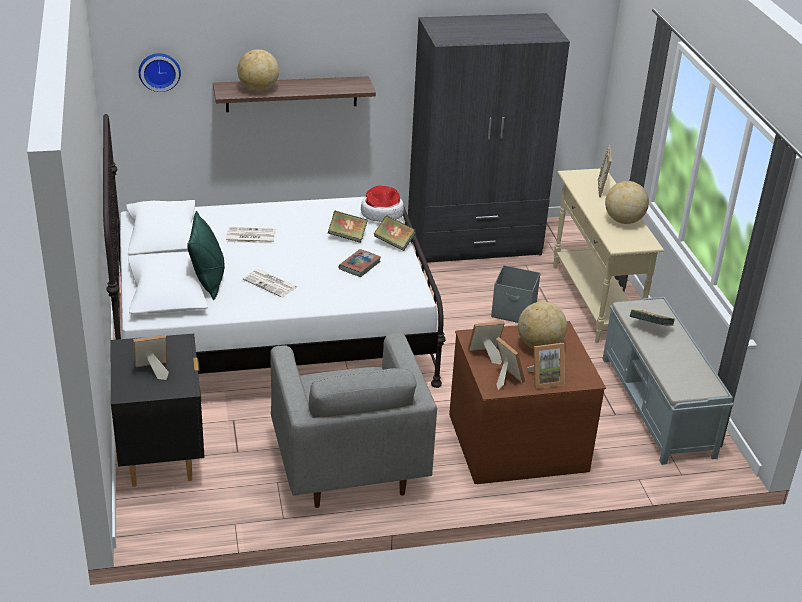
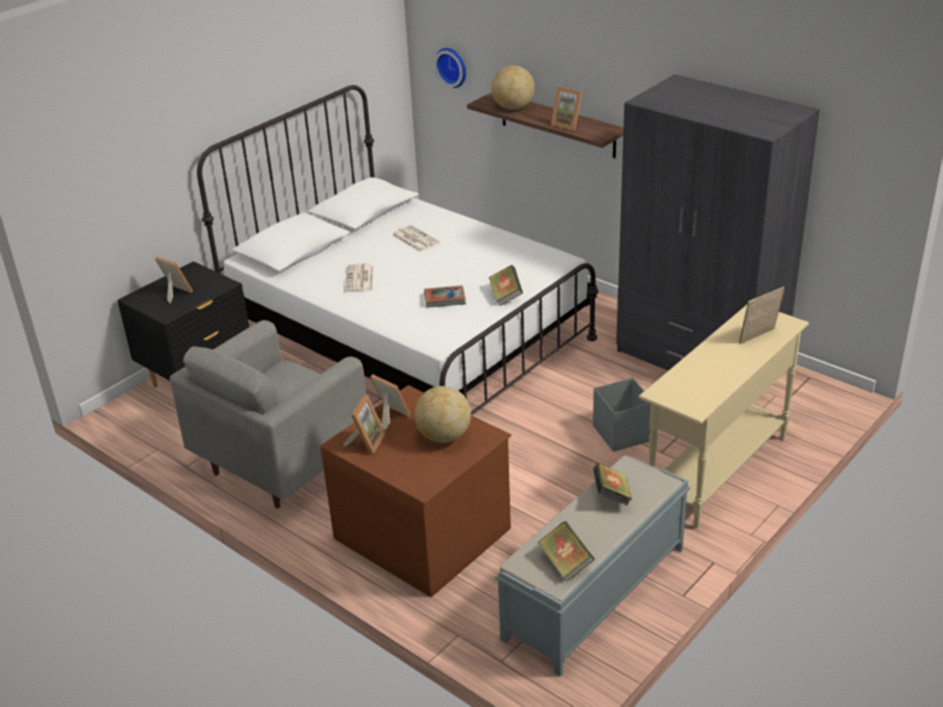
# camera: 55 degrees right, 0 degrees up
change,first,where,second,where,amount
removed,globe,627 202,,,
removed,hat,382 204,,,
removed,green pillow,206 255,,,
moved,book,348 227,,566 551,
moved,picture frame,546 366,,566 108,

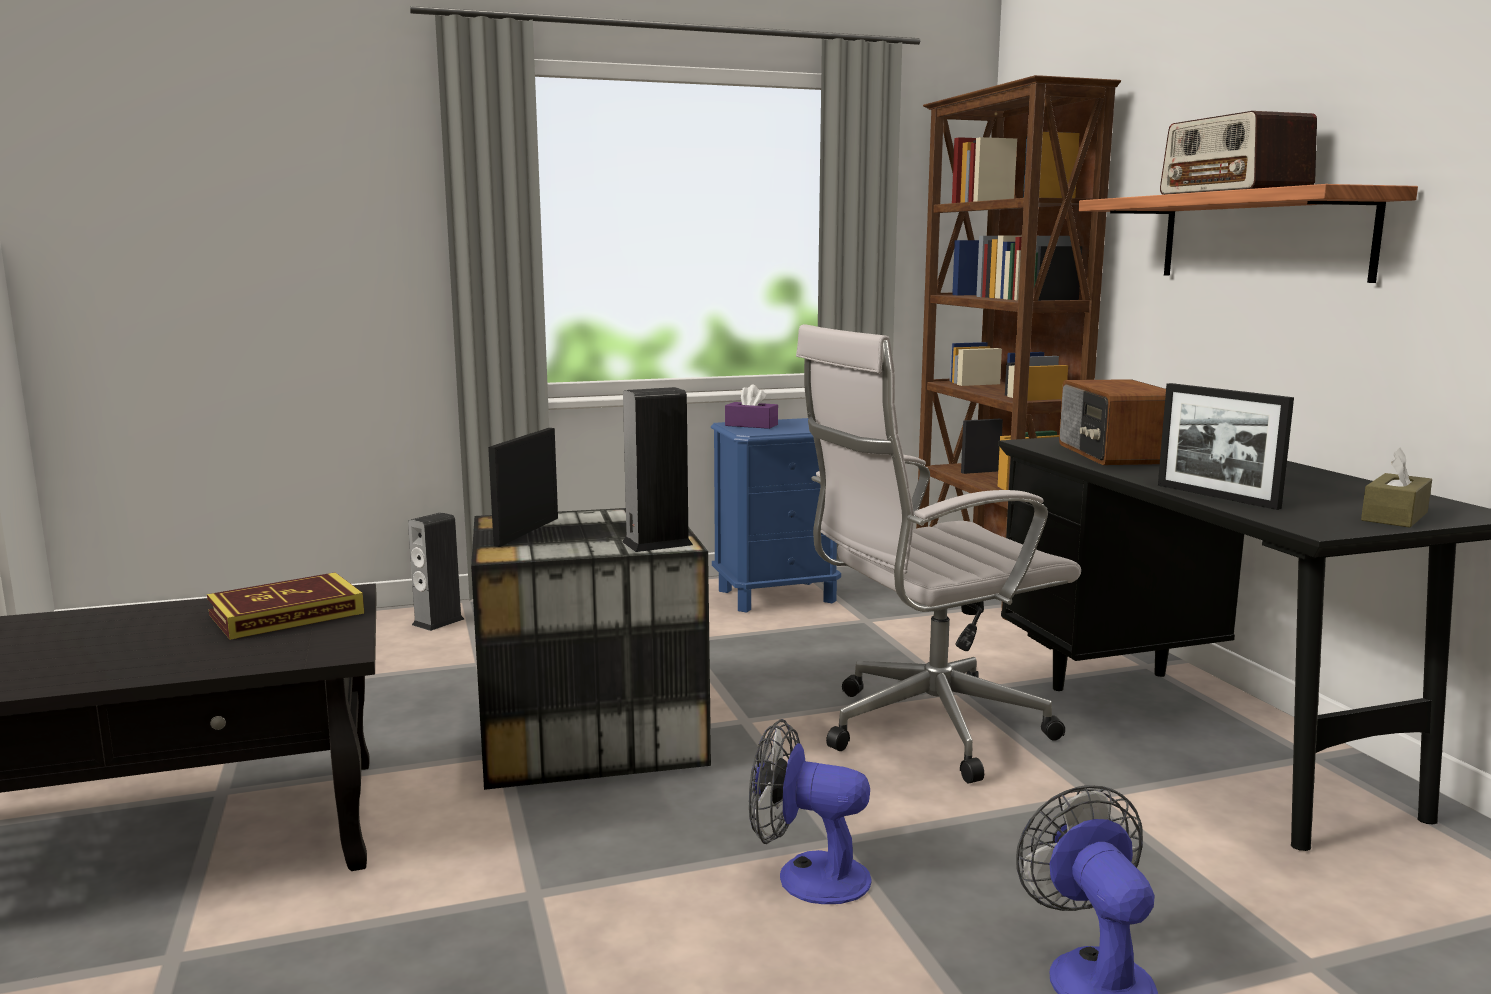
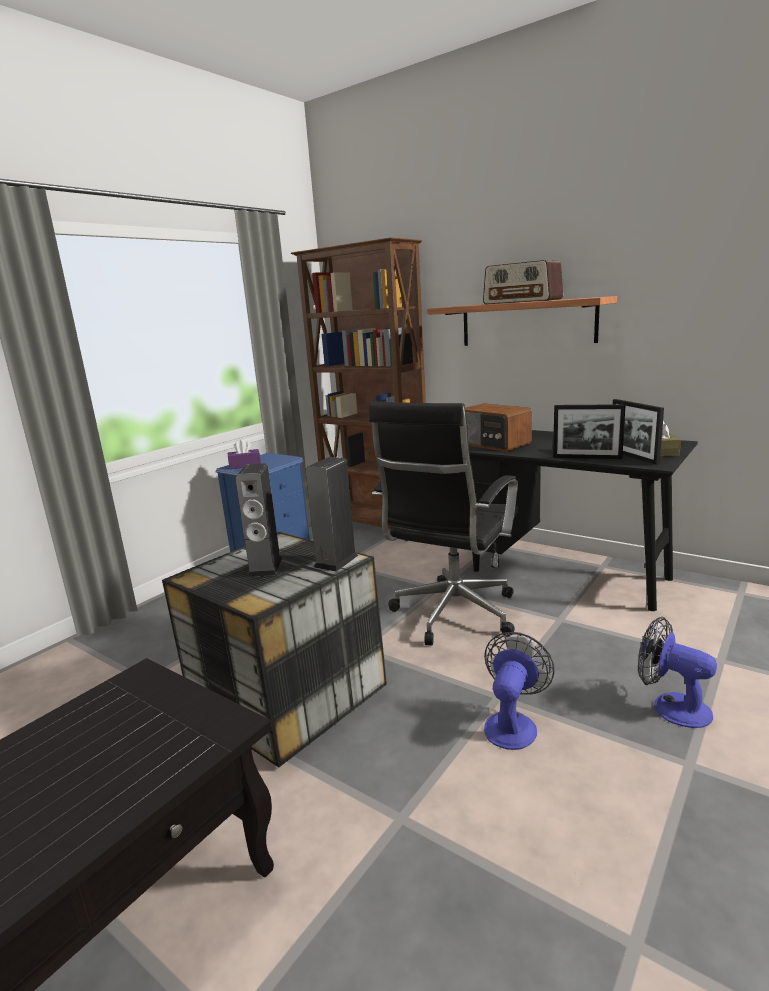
# camera: 35 degrees left, 5 degrees up
change,first,where,second,where,amount
recoloured,white office chair,938 553,black office chair,443 523,
moved,picture frame,523 487,,638 432,
moved,speaker,436 571,,258 520,
removed,book,285 606,,,
turned,fan,810 811,,519 691,135 degrees clockwise

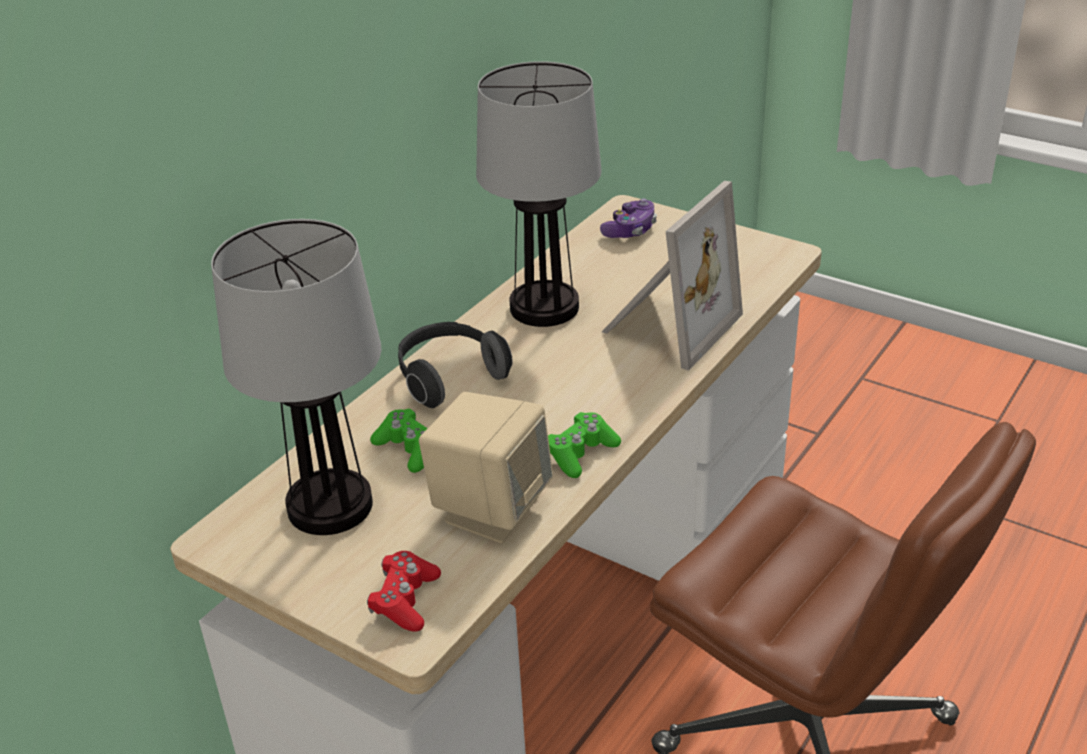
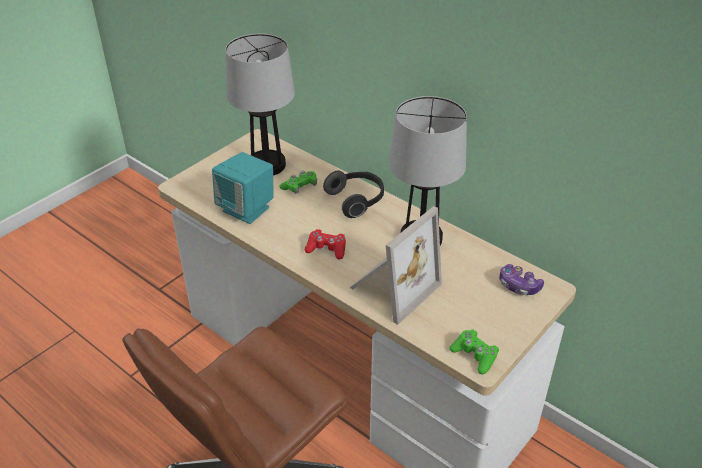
# camera: 95 degrees right, 5 degrees up
change,first,where,second,where,amount
turned,picture frame,672 276,,396 265,90 degrees counterclockwise
recoloured,beige speaker,486 467,turquoise speaker,243 188,
moved,green game controller,584 445,,474 351,
moved,red game controller,404 591,,325 244,

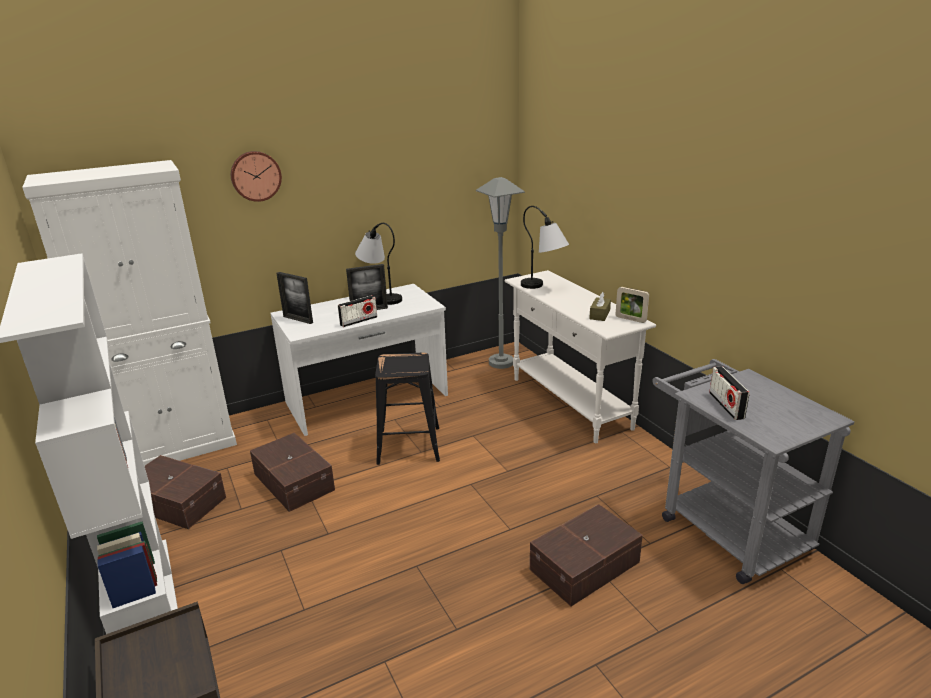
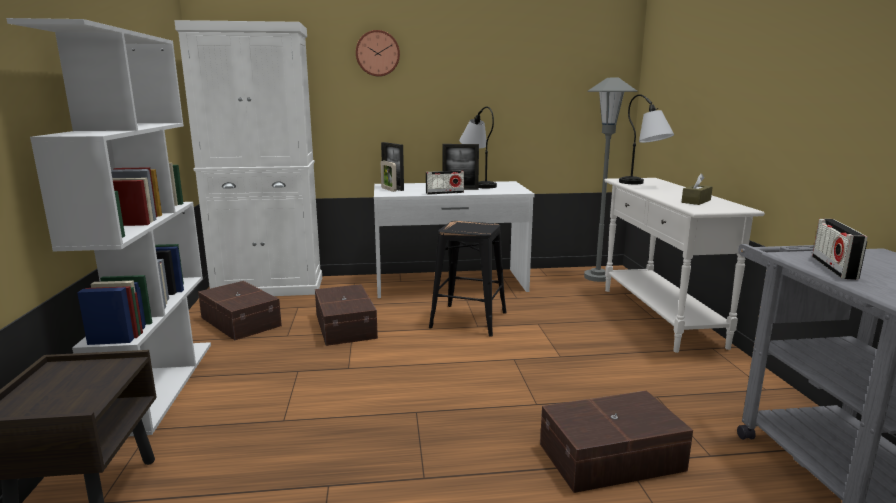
# camera: 20 degrees right, 10 degrees down
change,first,where,second,where,amount
moved,picture frame,632 305,,389 176,

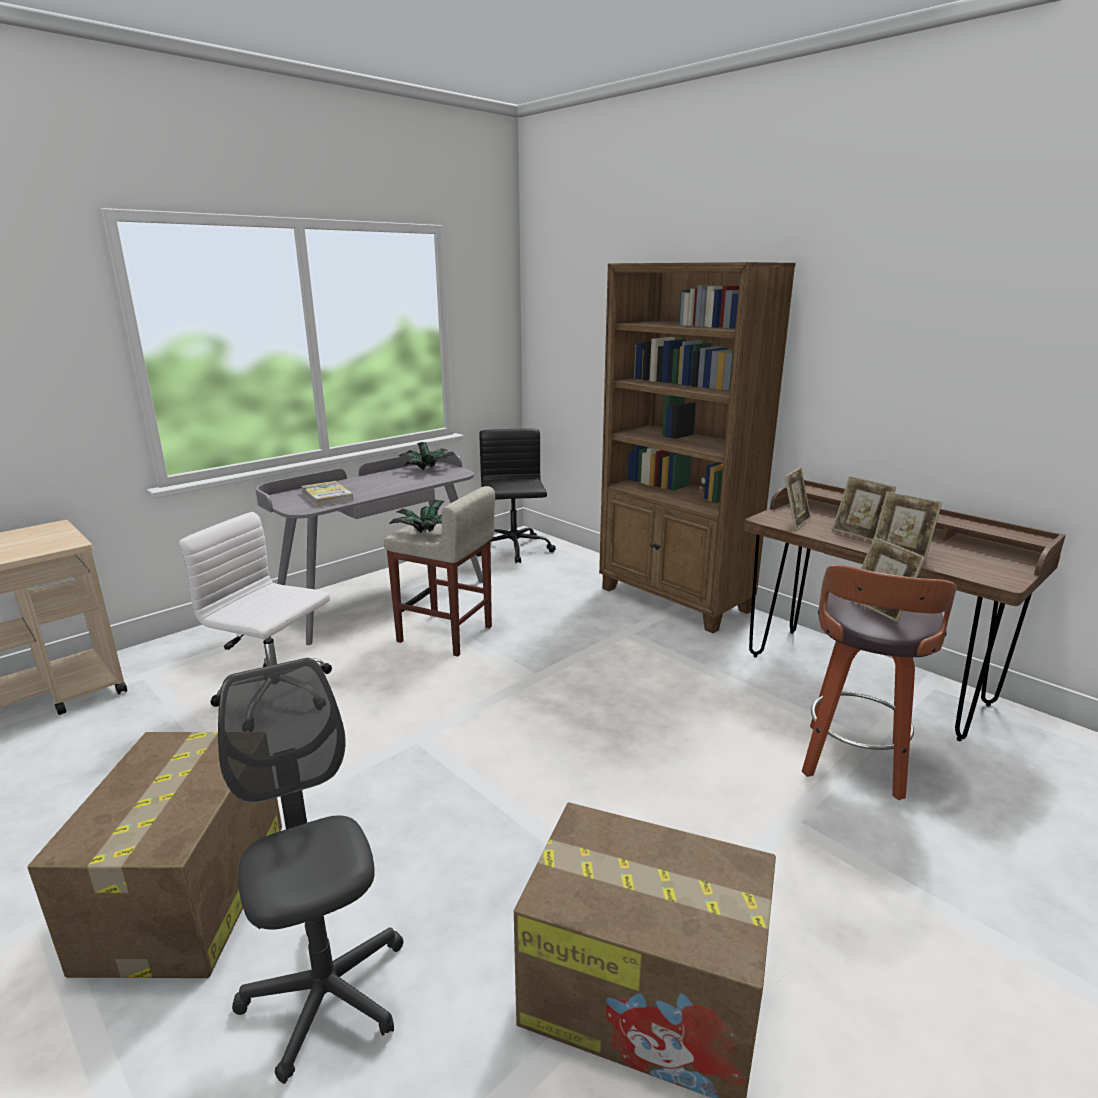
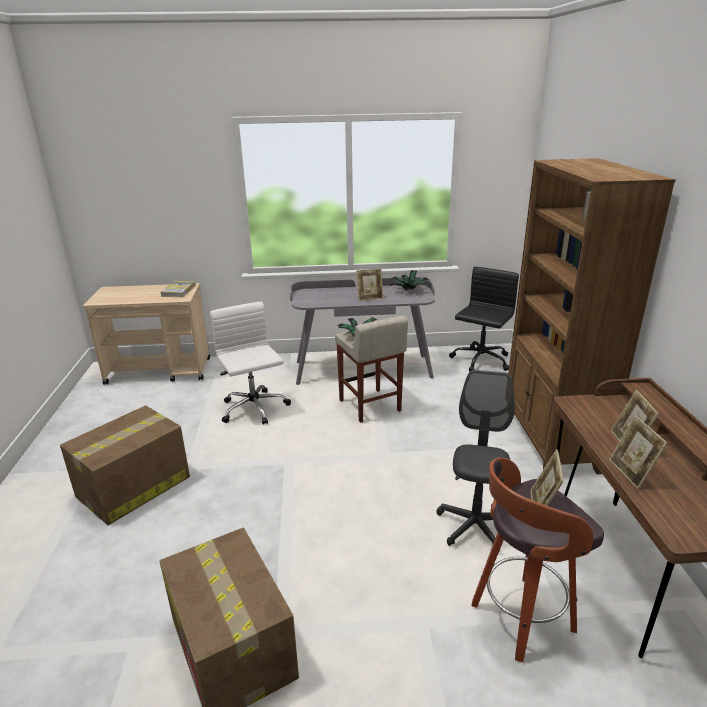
# camera: 40 degrees right, 5 degrees up
change,first,where,second,where,amount
moved,picture frame,798 498,,369 285,
moved,book,327 494,,178 289,
moved,grey office chair,310 871,,475 461,

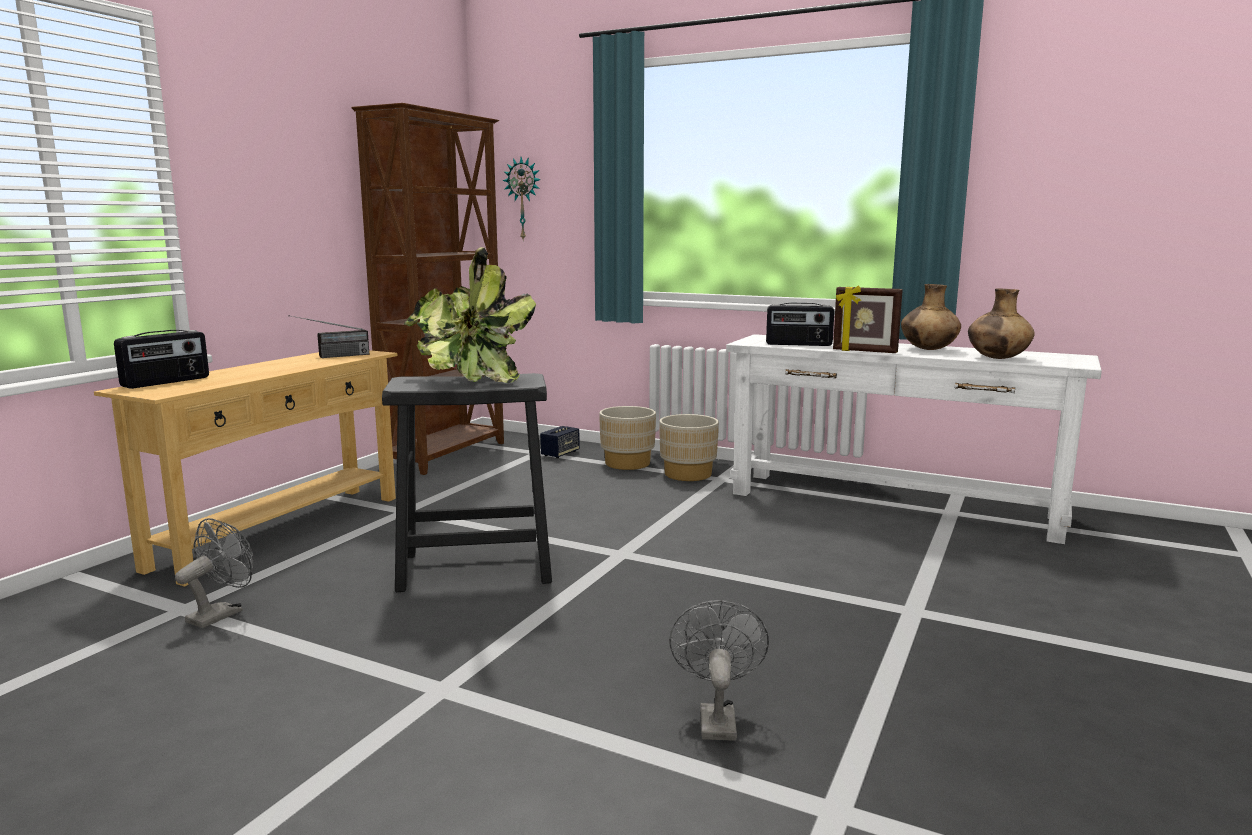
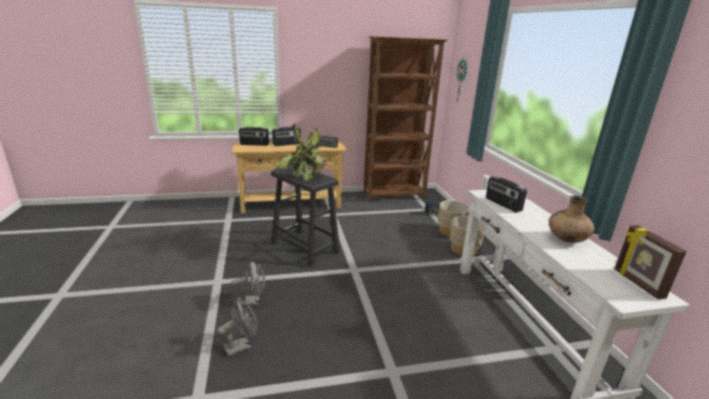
# camera: 50 degrees right, 10 degrees up
change,first,where,second,where,amount
moved,picture frame,868 319,,651 262,
removed,brown vase,1001 323,,,
moved,grey fan,214 573,,248 283,
added,,,radio,286 136,

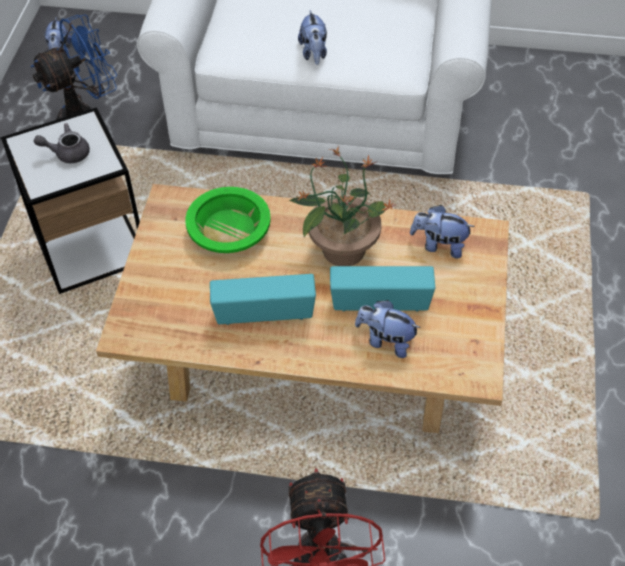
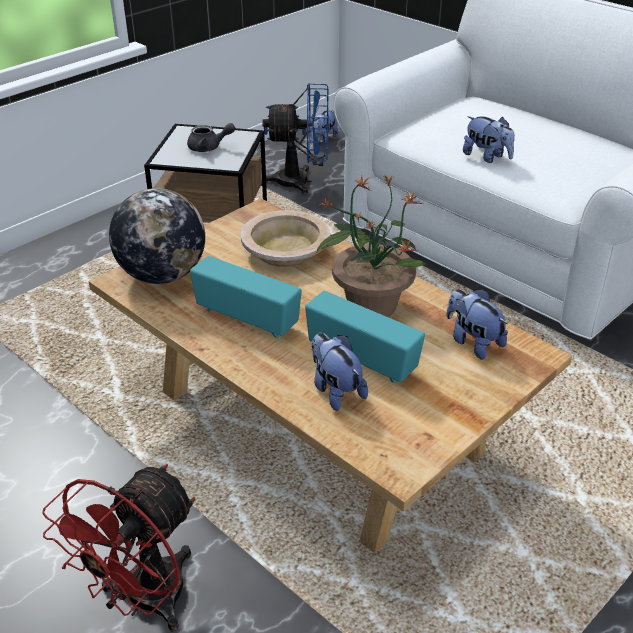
# camera: 35 degrees right, 15 degrees down
change,first,where,second,where,amount
turned,plush toy,312 37,,489 139,75 degrees counterclockwise
turned,grey teapot,62 143,,211 137,150 degrees clockwise
recoloured,green bowl,228 220,beige bowl,285 238,
added,,,globe,157 236,

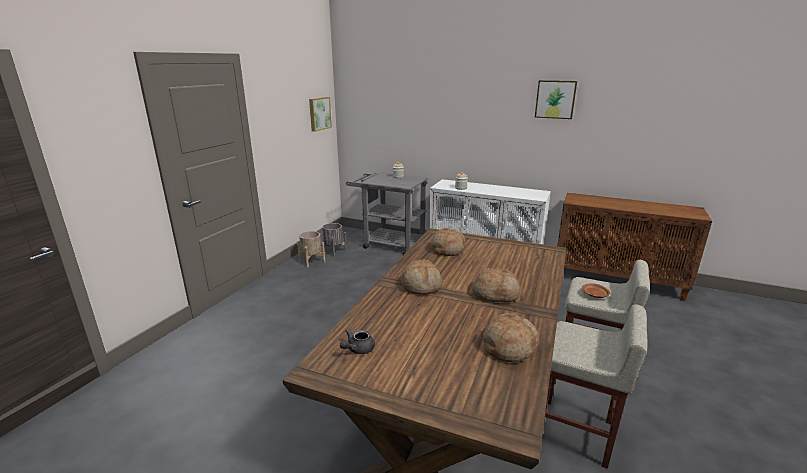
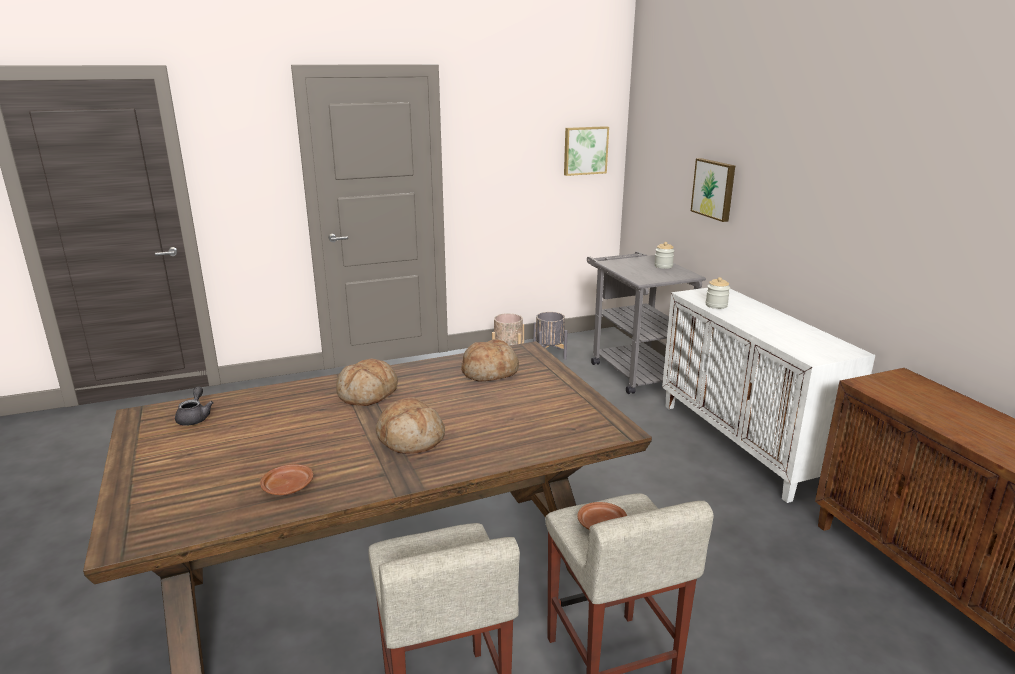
# camera: 45 degrees right, 0 degrees up
change,first,where,second,where,amount
moved,picture,556 99,,713 190,
replaced,bread,511 337,brown plate,286 479,
turned,grey teapot,357 341,,194 406,90 degrees clockwise

